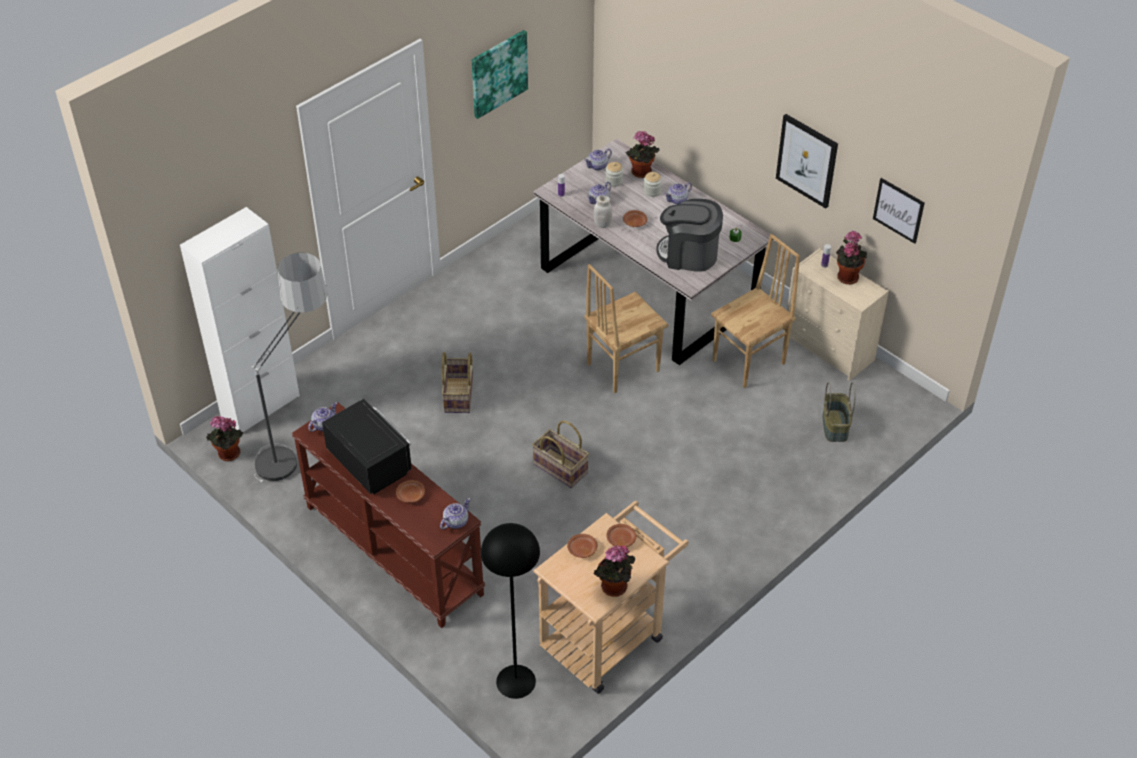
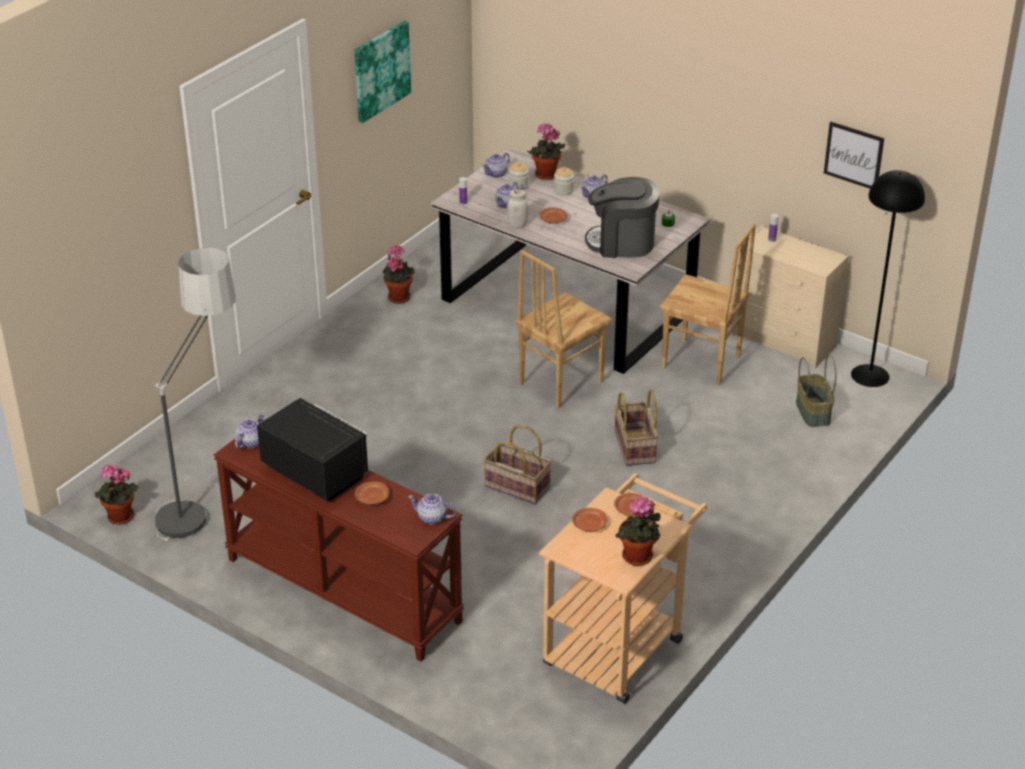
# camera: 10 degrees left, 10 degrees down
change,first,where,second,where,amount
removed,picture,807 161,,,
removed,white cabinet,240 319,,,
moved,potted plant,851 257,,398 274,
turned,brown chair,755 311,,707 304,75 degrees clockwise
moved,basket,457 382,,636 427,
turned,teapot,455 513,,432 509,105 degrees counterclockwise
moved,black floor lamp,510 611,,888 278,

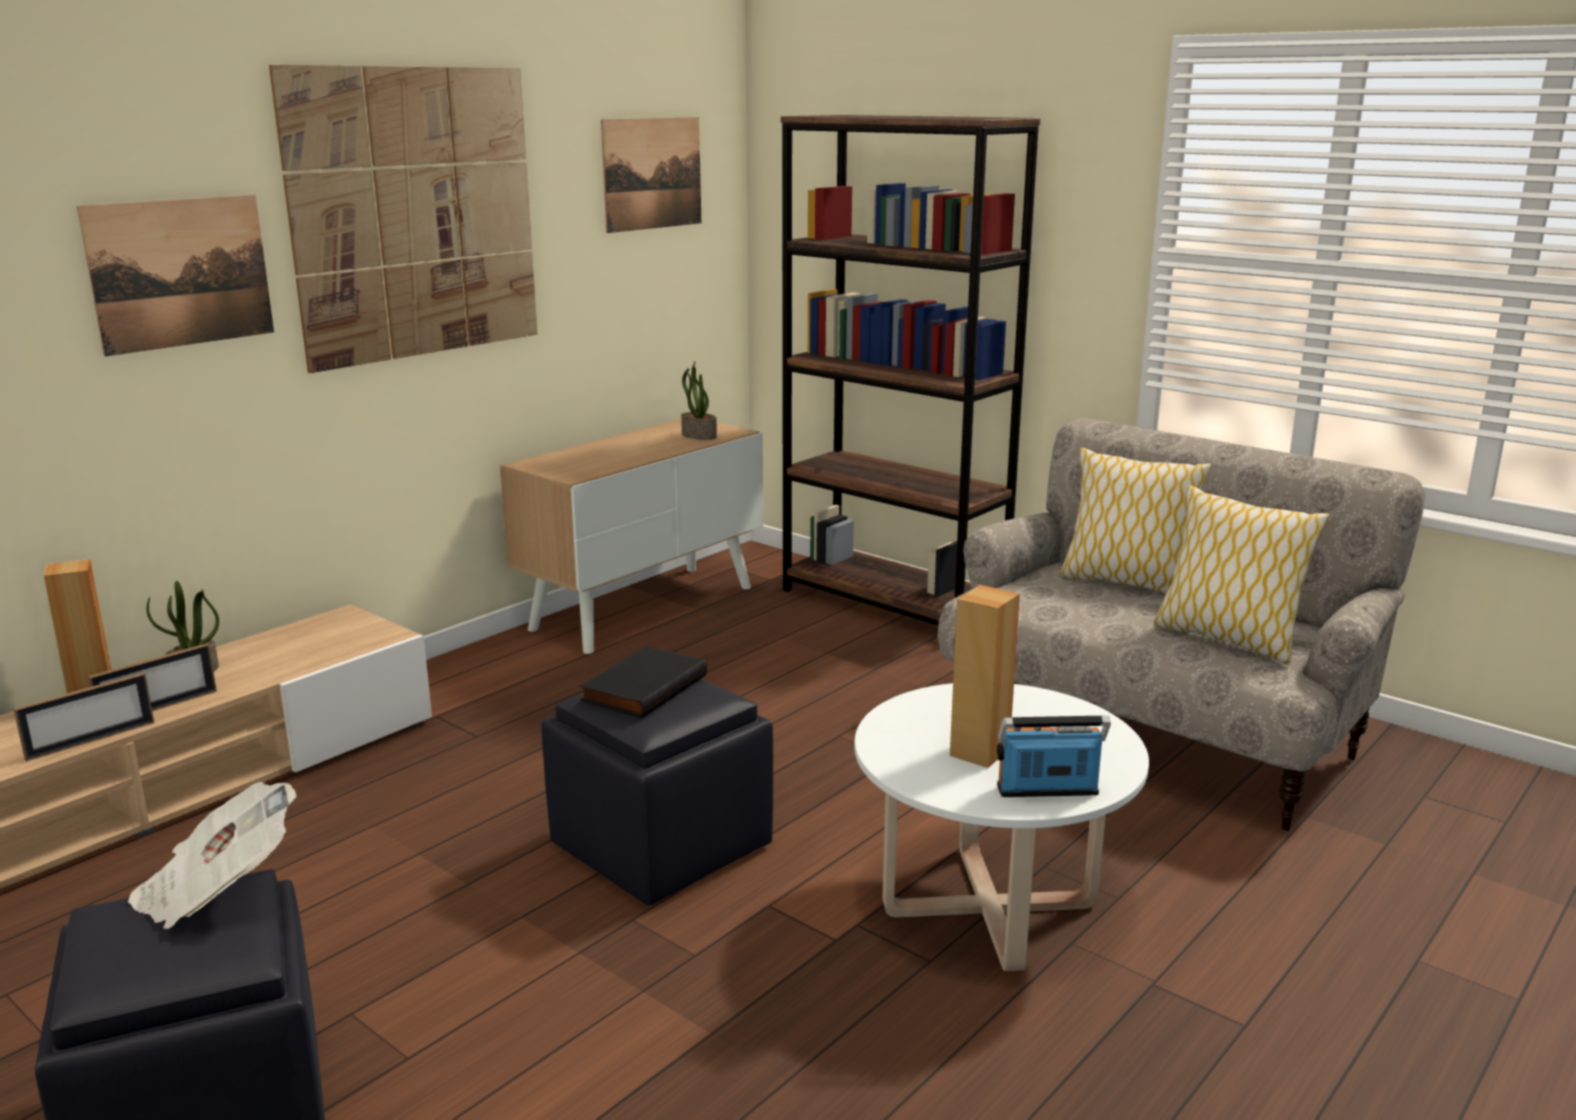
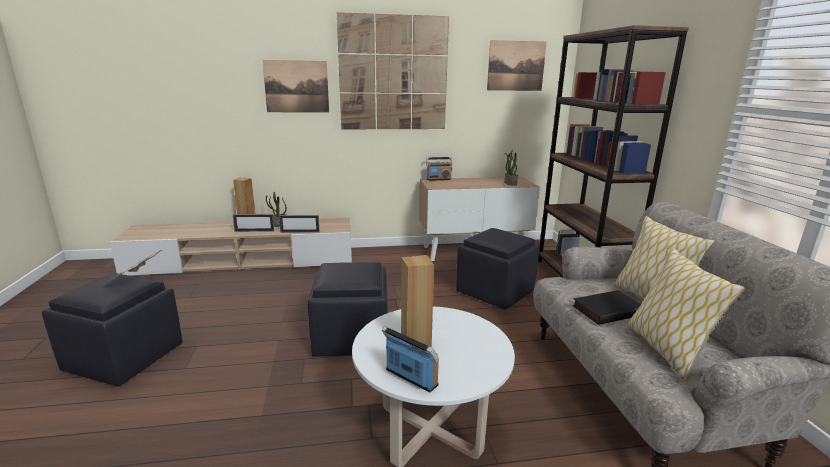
# camera: 40 degrees right, 0 degrees up
change,first,where,second,where,amount
moved,black book,643 682,,606 307,
moved,picture frame,83 717,,299 224,
added,,,radio,439 169,
added,,,black ottoman,497 269,

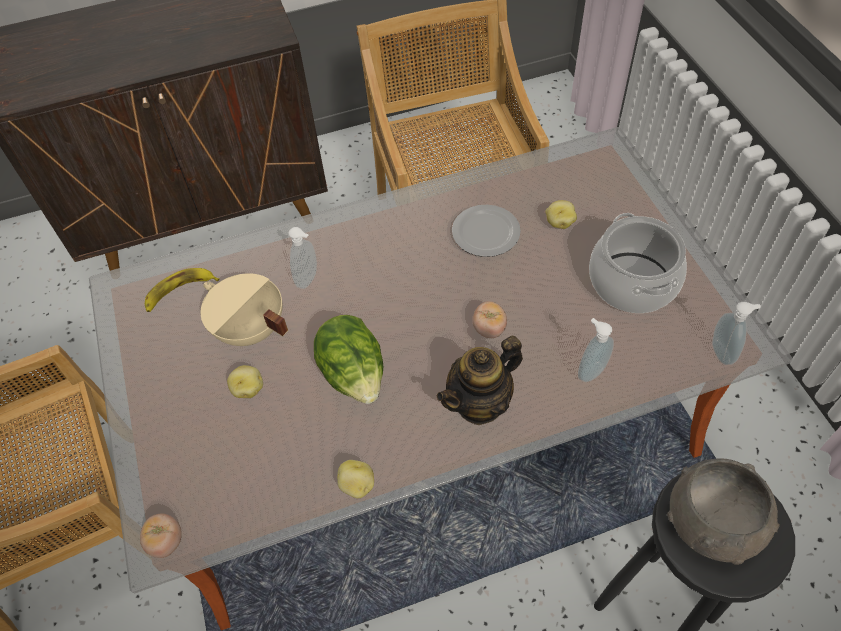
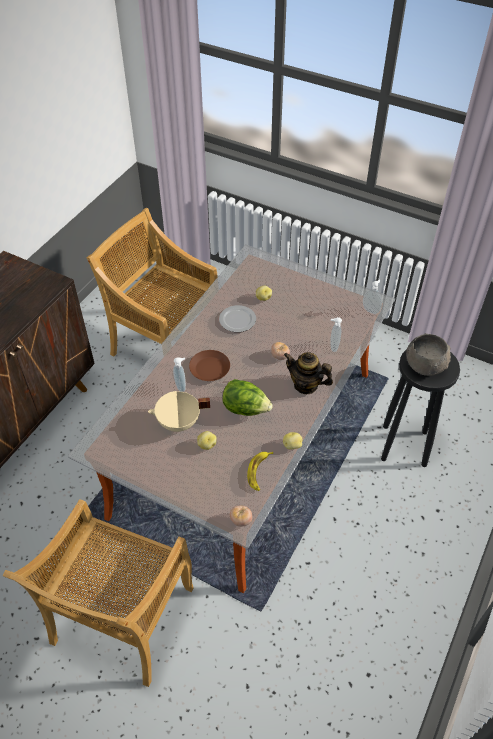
# camera: 45 degrees left, 5 degrees down
change,first,where,second,where,amount
removed,cooking pot,638 263,,,
moved,banana,182 290,,260 471,
turned,teapot,480 380,,308 373,105 degrees clockwise
added,,,brown plate,209 365,

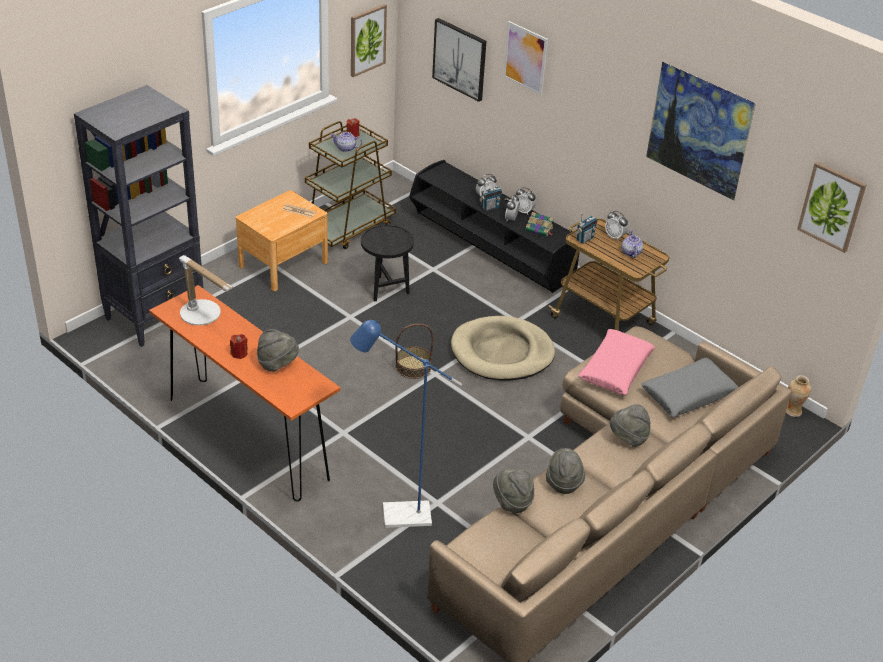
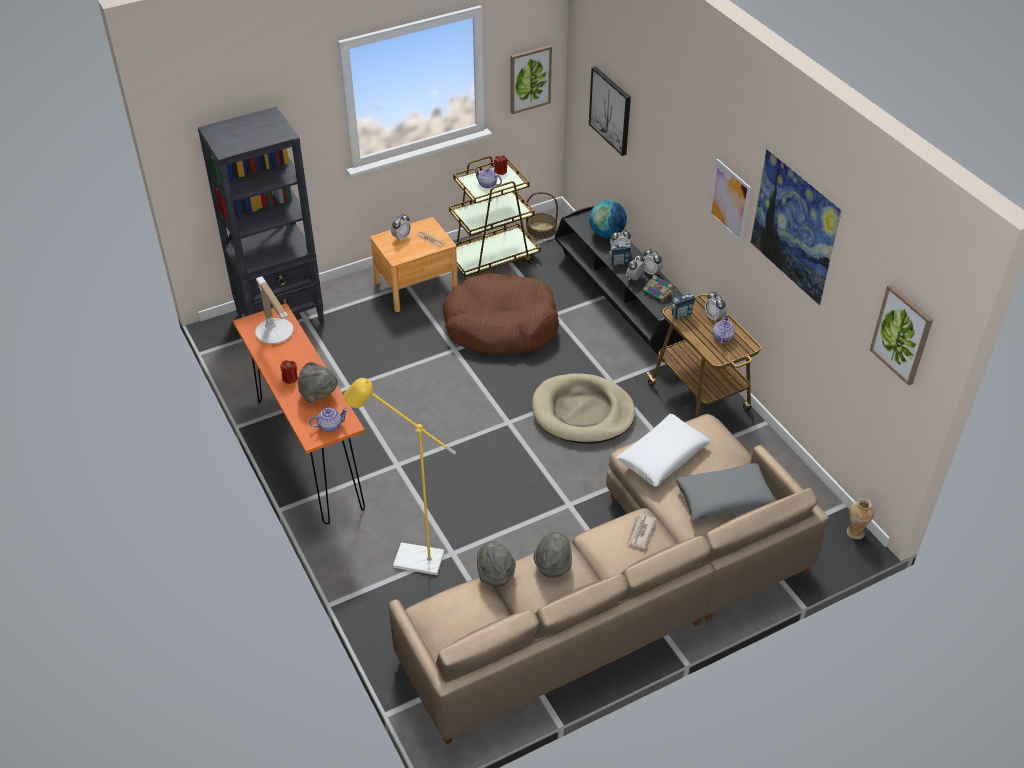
# camera: 20 degrees right, 5 degrees up
change,first,where,second,where,amount
moved,picture,525 58,,730 201,
replaced,black side table,387 263,brown dog bed,500 313,
recoloured,blue floor lamp,406 424,yellow floor lamp,400 476,
moved,basket,414 351,,542 215,
recoloured,pink pillow,616 362,white pillow,663 450,
replaced,grey hat,630 425,newspaper,641 531,
added,,,globe,608 219,
added,,,alarm clock,401 227,
added,,,teapot,328 420,

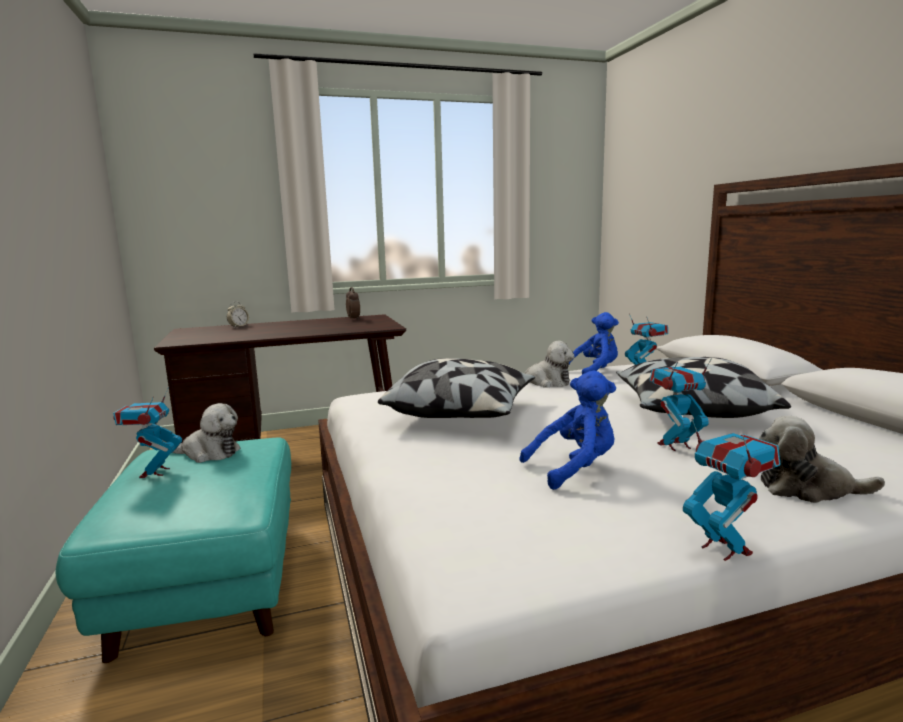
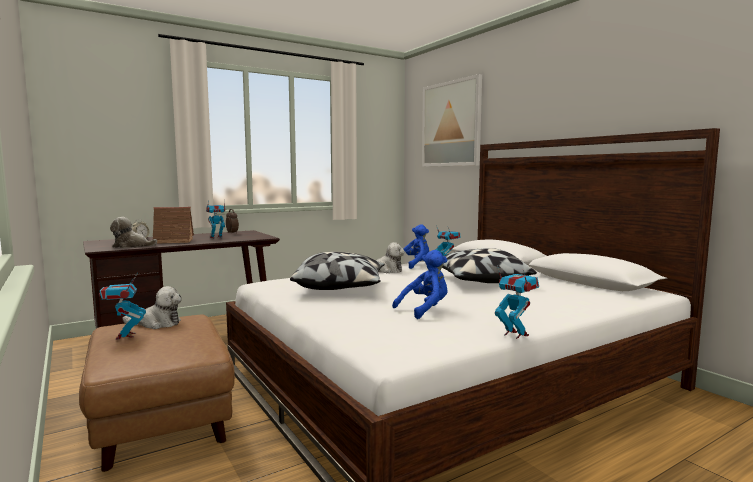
# camera: 15 degrees left, 5 degrees down
change,first,where,second,where,amount
moved,toy robot,680 404,,215 219,
moved,plush toy,822 459,,133 232,
recoloured,turquoise ottoman,173 550,brown ottoman,157 393,
added,,,picture,452 120,
added,,,toy house,173 225,

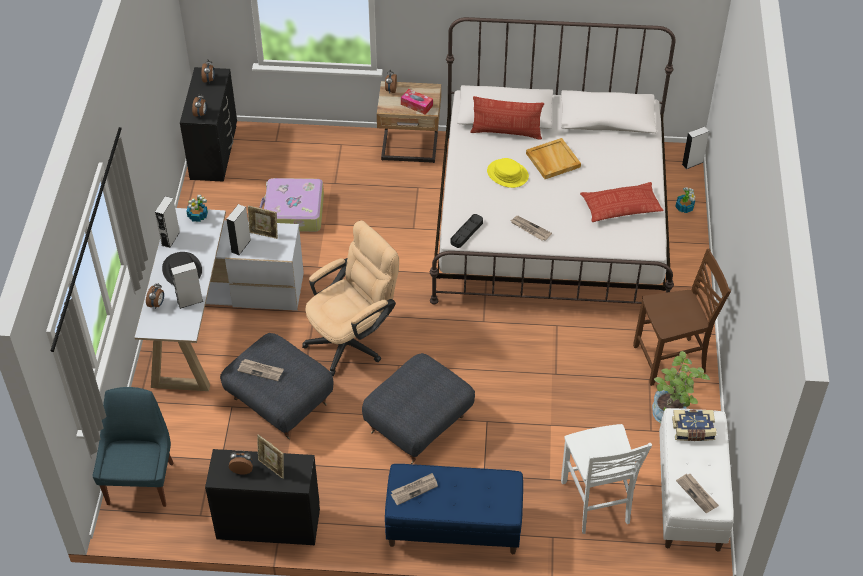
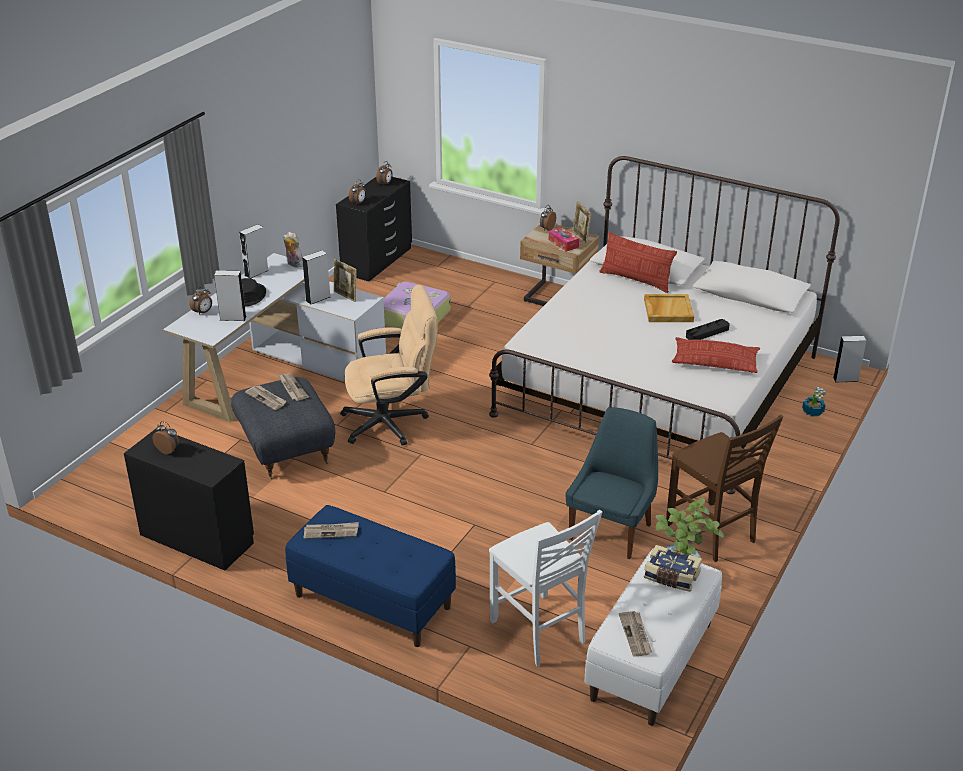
# camera: 25 degrees right, 15 degrees down
change,first,where,second,where,amount
removed,yellow hat,508 173,,,
replaced,potted plant,197 208,plush toy,293 250,
moved,black tray,467 231,,708 329,
moved,newspaper,531 228,,293 387,
turned,brown chair,682 317,,724 488,45 degrees clockwise
removed,grey ottoman,418 408,,,
moved,blue chair,133 447,,612 483,
turned,white chair,606 479,,545 588,45 degrees counterclockwise
moved,picture frame,270 456,,582 222,

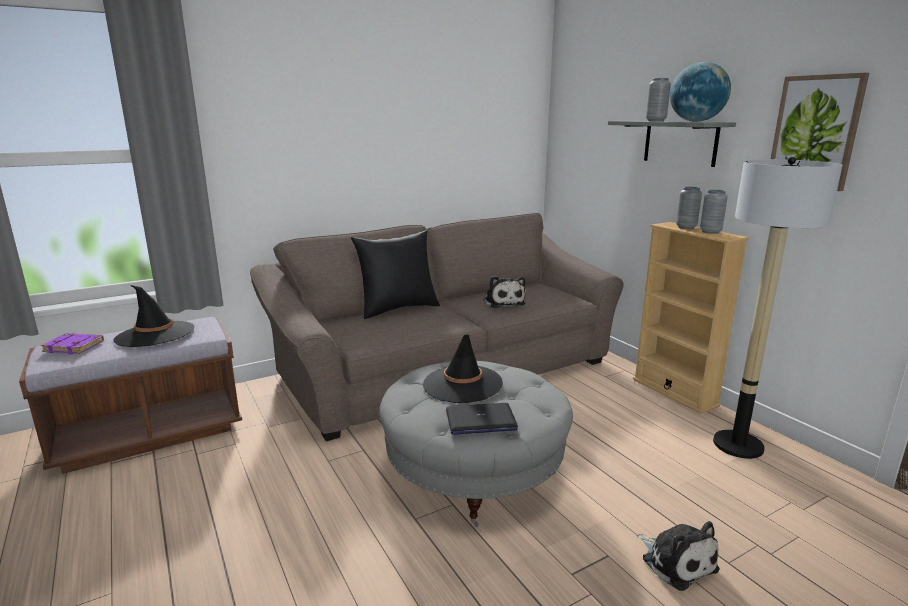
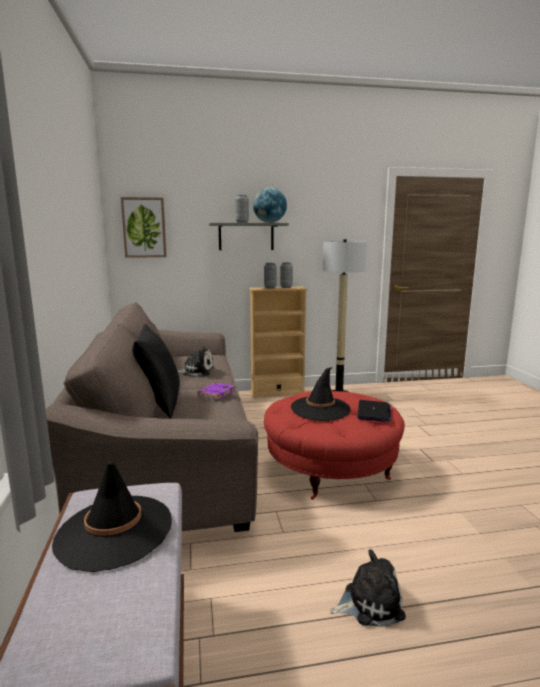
# camera: 70 degrees left, 5 degrees down
change,first,where,second,where,amount
moved,picture,820 132,,144 227,
moved,purple book,72 343,,216 391,
recoloured,grey ottoman,476 444,red ottoman,334 445,
moved,plush toy,678 556,,368 588,

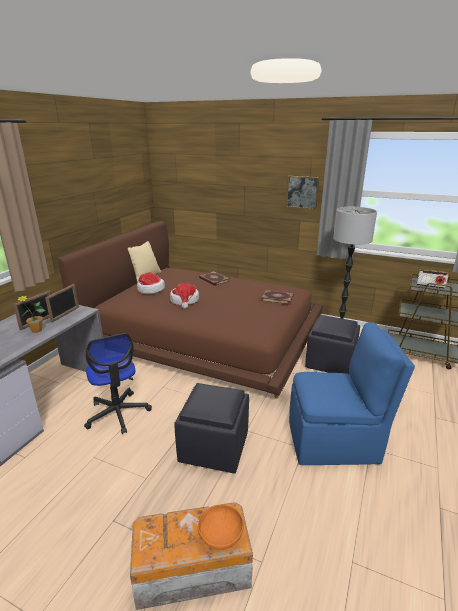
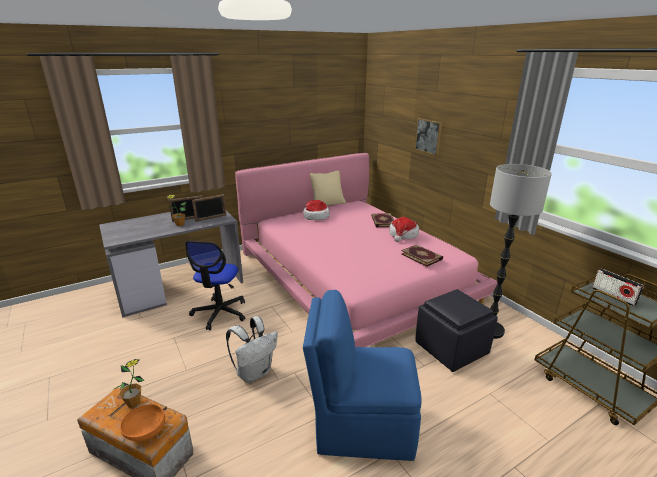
# camera: 35 degrees right, 0 degrees up
change,first,where,second,where,amount
moved,picture,302 193,,428 137,
recoloured,brown bed,190 310,pink bed,366 250,
moved,hat,184 296,,404 229,
turned,blue chair,352 393,,362 375,150 degrees clockwise
replaced,black ottoman,211 428,white backpack,252 349,
added,,,potted plant,129 383,

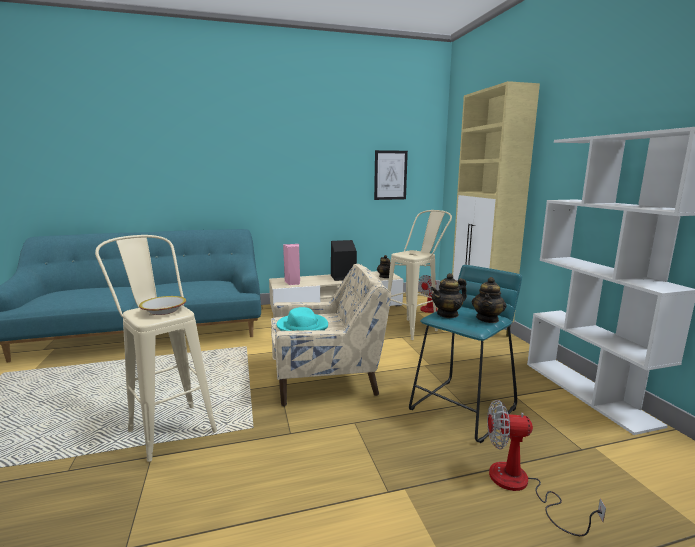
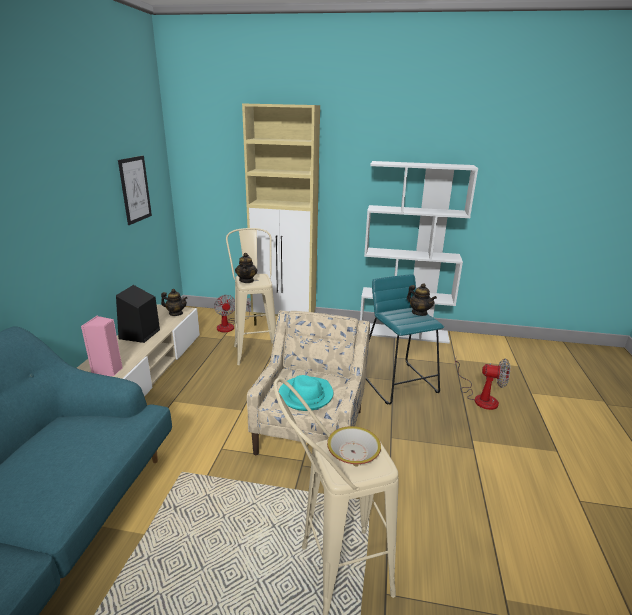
# camera: 65 degrees left, 10 degrees up
change,first,where,second,where,amount
moved,teapot,449 295,,246 268,
turned,fan,546 468,,482 384,105 degrees counterclockwise

